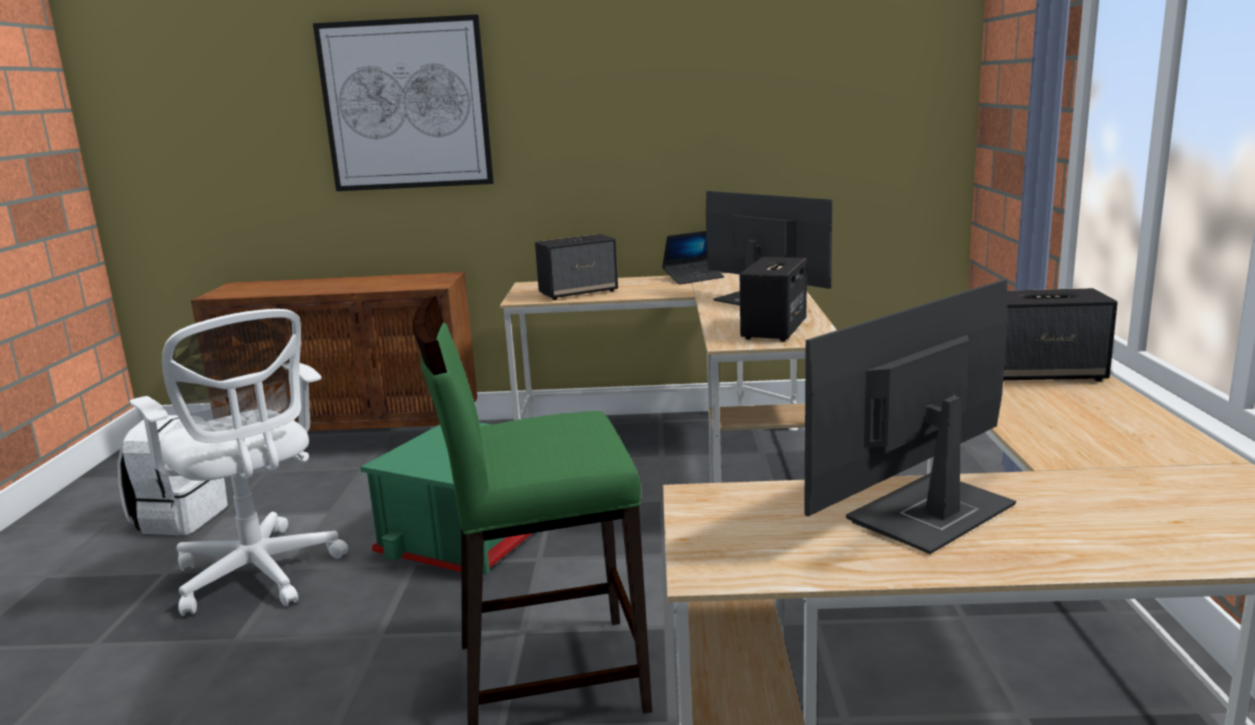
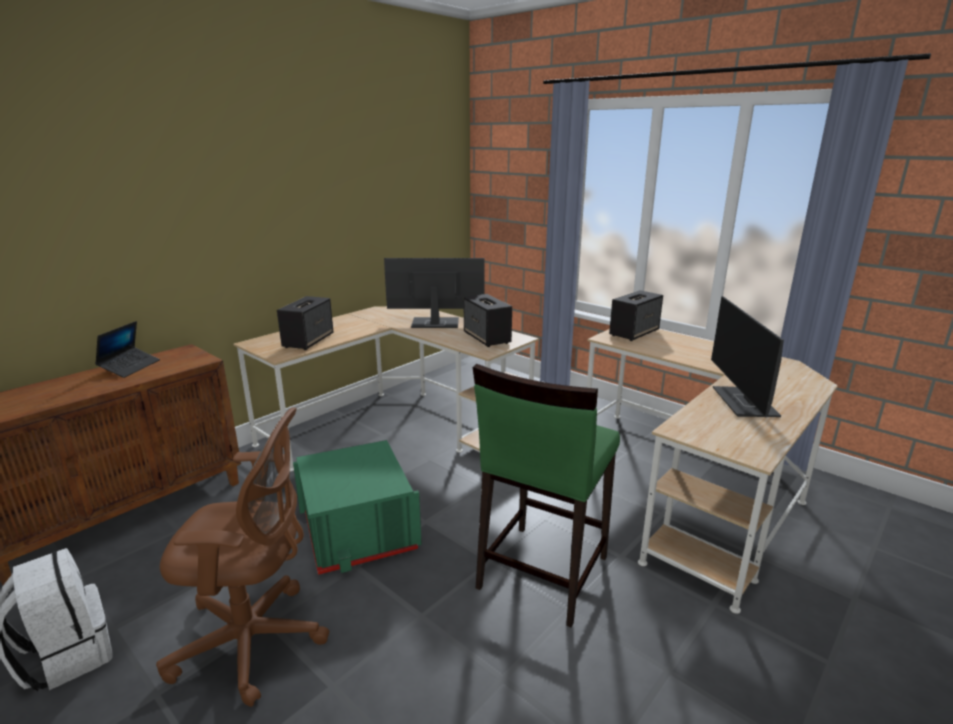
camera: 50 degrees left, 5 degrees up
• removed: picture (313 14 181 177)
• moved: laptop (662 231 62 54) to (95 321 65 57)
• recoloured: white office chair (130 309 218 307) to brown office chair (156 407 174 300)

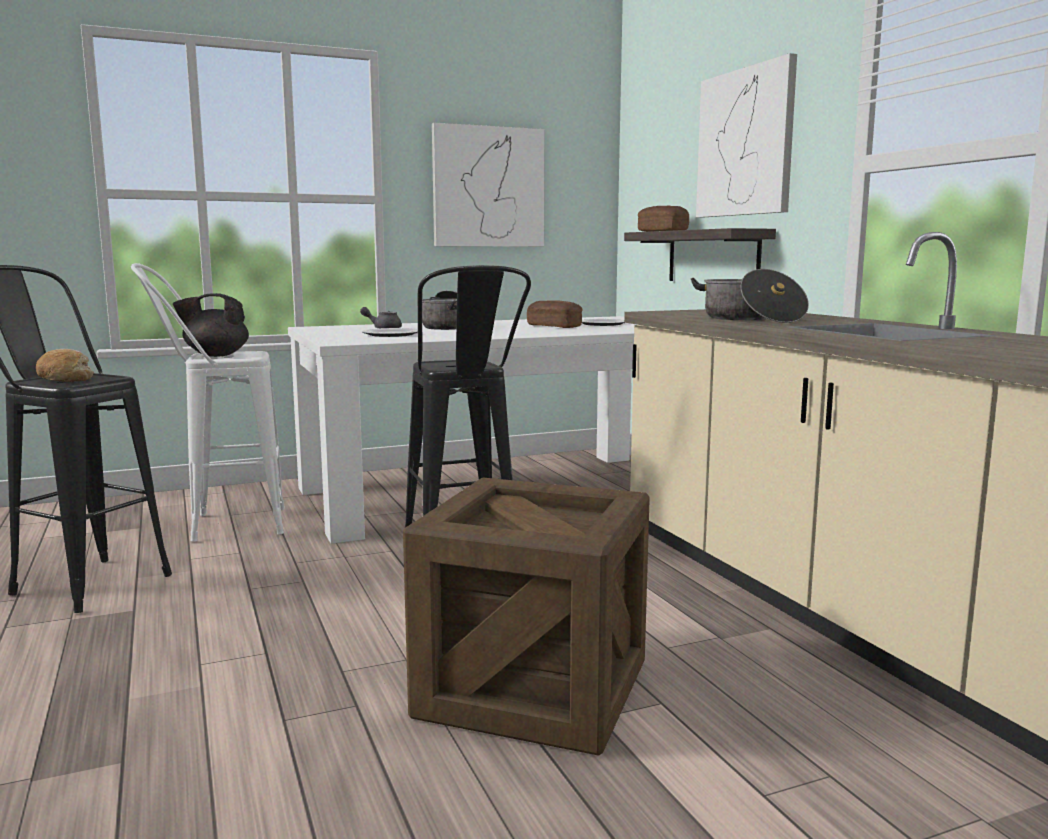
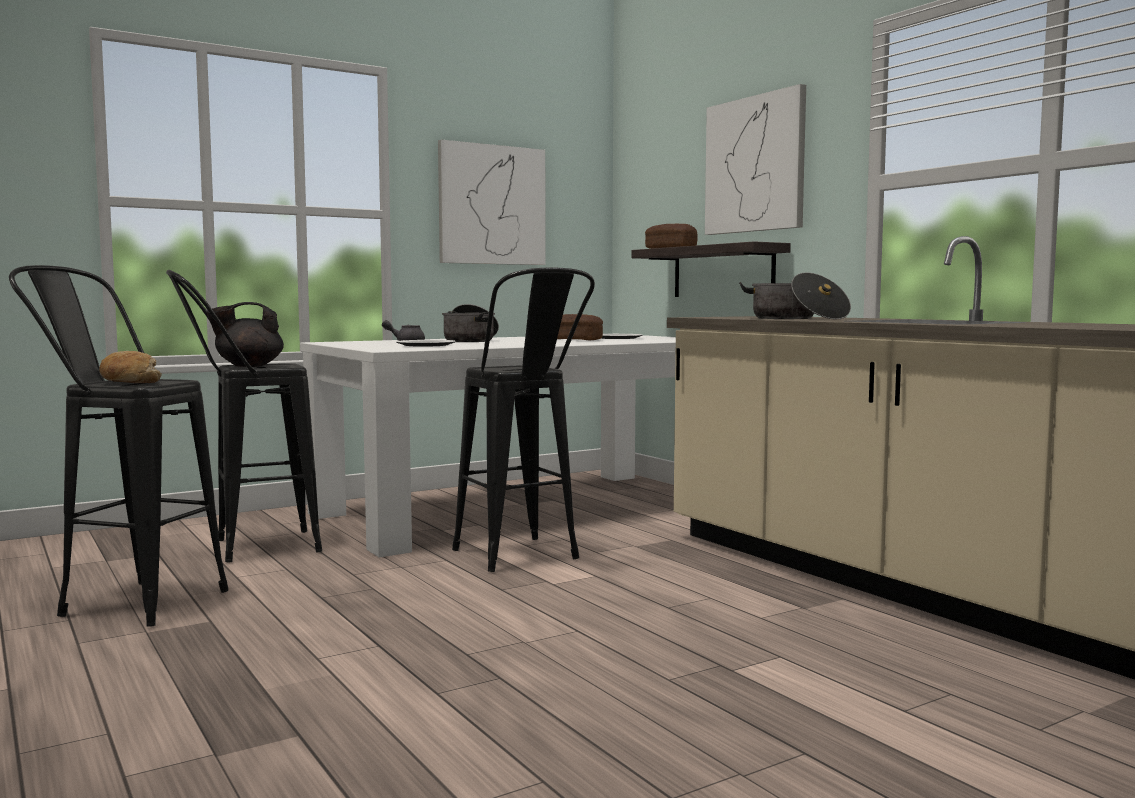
camera: 10 degrees left, 5 degrees down
• recoloured: white stool (131 263 154 279) to black stool (166 270 156 292)
• removed: crate (403 478 247 278)

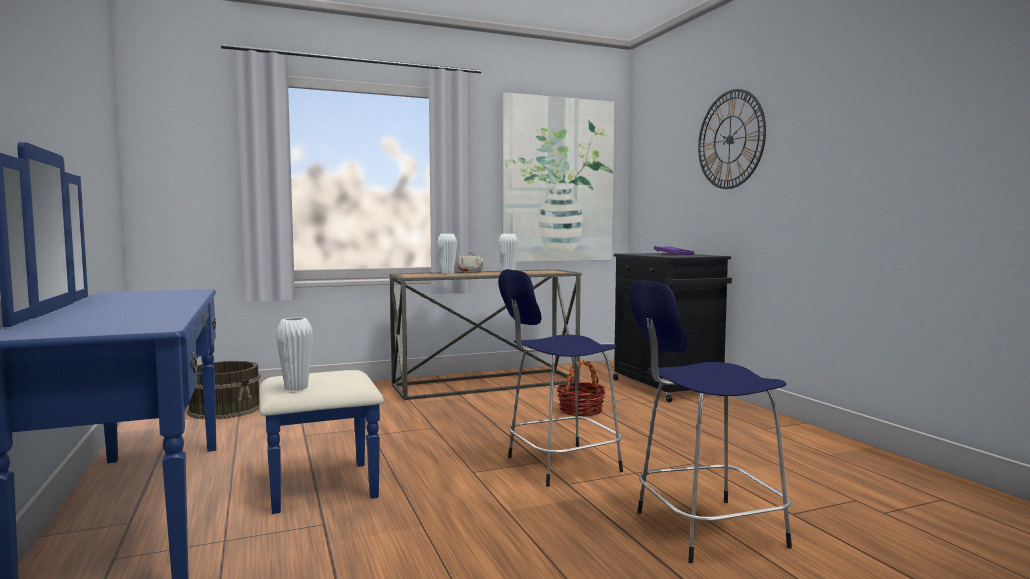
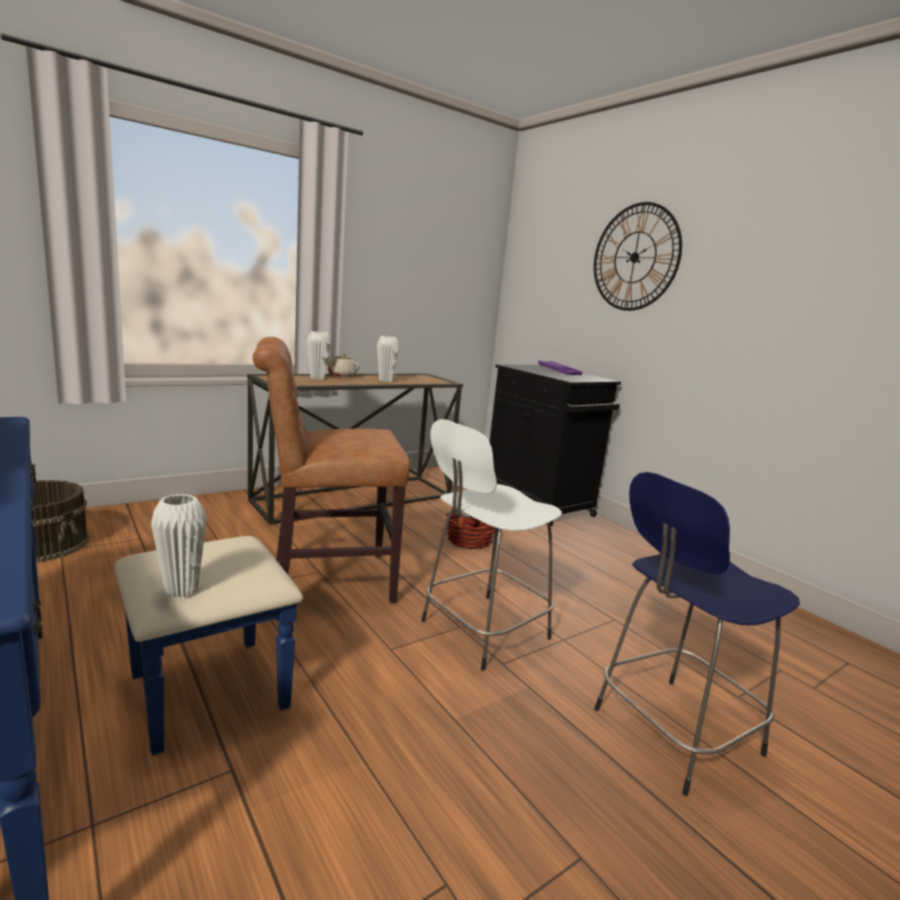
camera: 15 degrees left, 10 degrees up
• removed: picture (501 92 114 170)
• recoloured: blue stool (498 269 125 218) to white stool (421 419 141 252)
• added: brown chair (253 337 157 266)

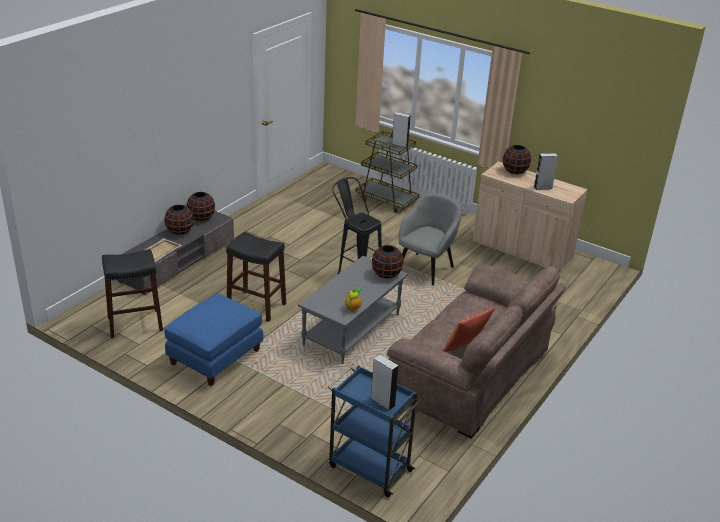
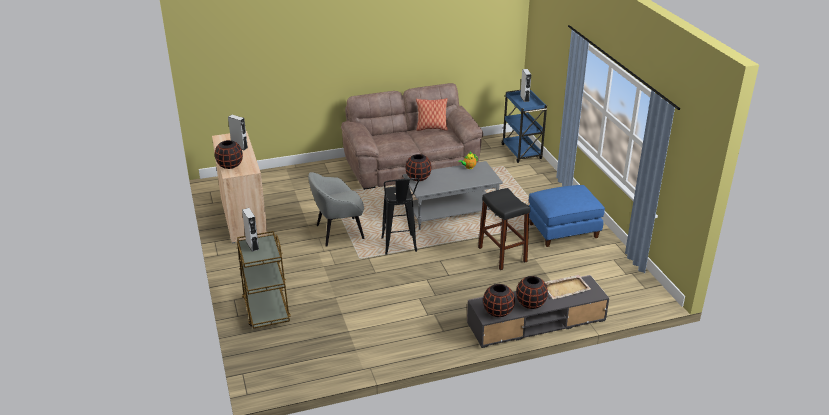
camera: 140 degrees left, 0 degrees up
• removed: black stool (102 249 61 89)

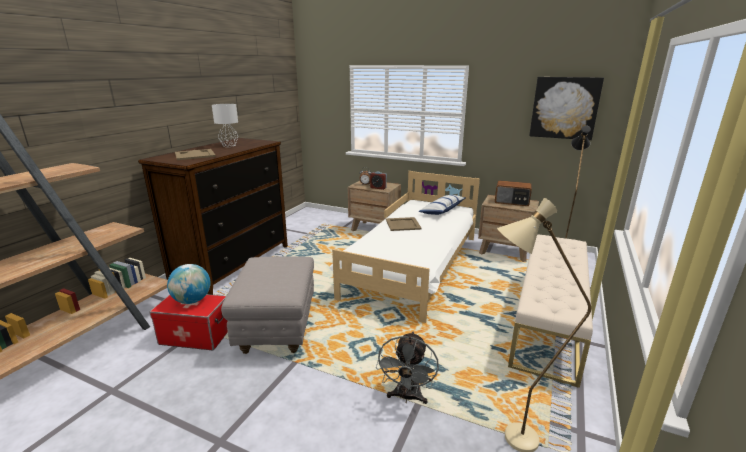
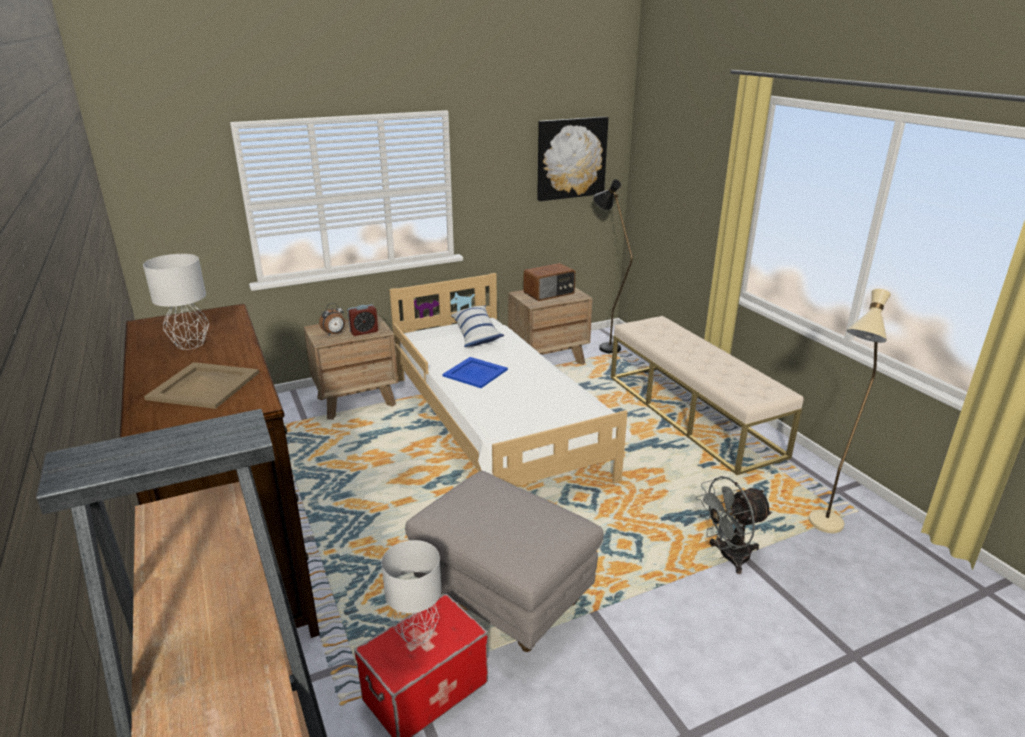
camera: 50 degrees left, 5 degrees up
• recoloured: beige tray (386 217 36 14) to blue tray (442 357 66 31)
• replaced: globe (167 264 44 40) to grey table lamp (381 540 61 105)
• turned: grey fan (376 331 63 73) = (696 476 76 98) 105 degrees clockwise

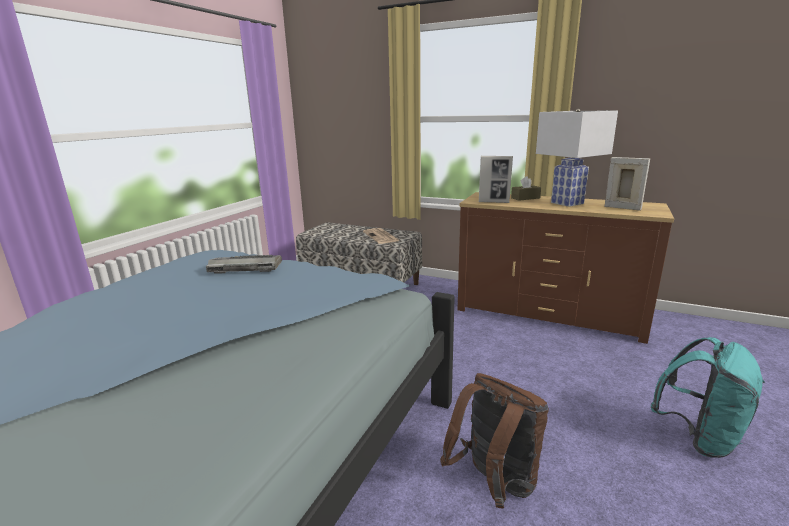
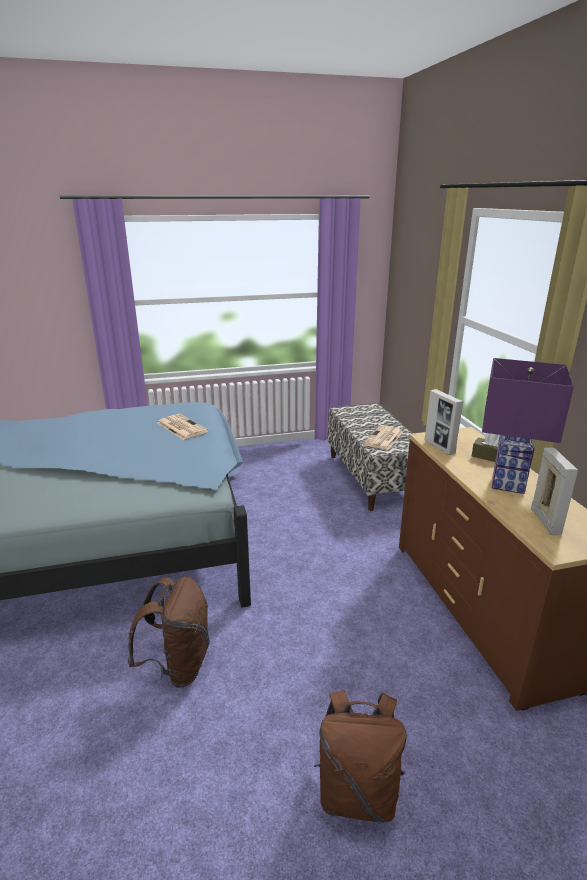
camera: 50 degrees right, 5 degrees up
• recoloured: white table lamp (536 109 82 98) to purple table lamp (482 358 92 136)
• replaced: keyboard (206 255 76 19) to newspaper (157 414 51 26)
• recoloured: turquoise backpack (651 337 114 121) to brown backpack (314 690 92 132)

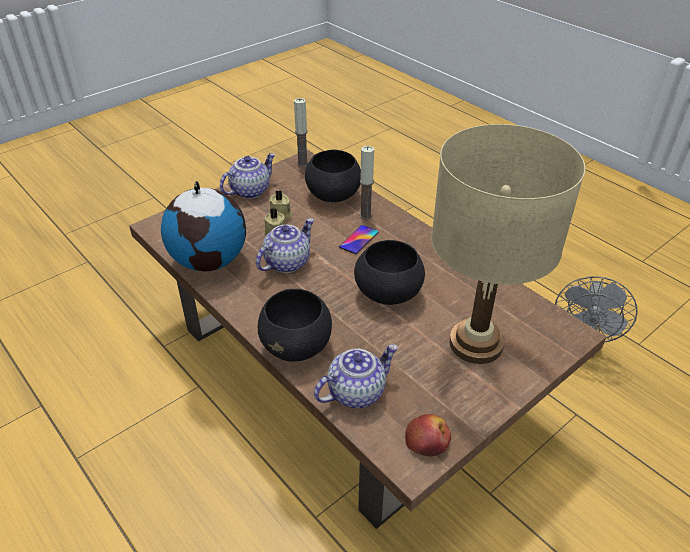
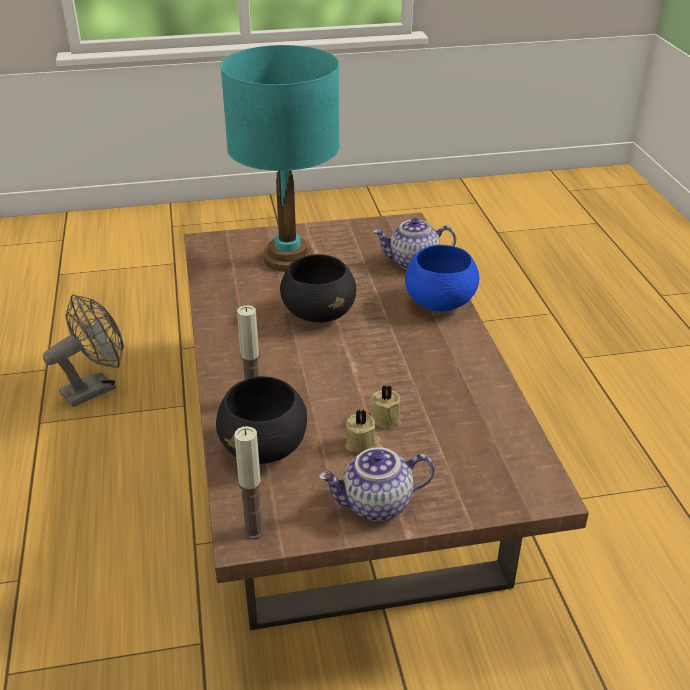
camera: 150 degrees left, 5 degrees down
• recoloured: beige table lamp (431 124 154 240) to turquoise table lamp (220 45 120 227)
• removed: globe (161 181 85 91)
• removed: teapot (256 218 58 55)
• removed: phone (339 225 40 29)
• recoloured: black bowl (258 289 74 73) to blue bowl (405 245 74 66)
• removed: apple (405 414 46 43)

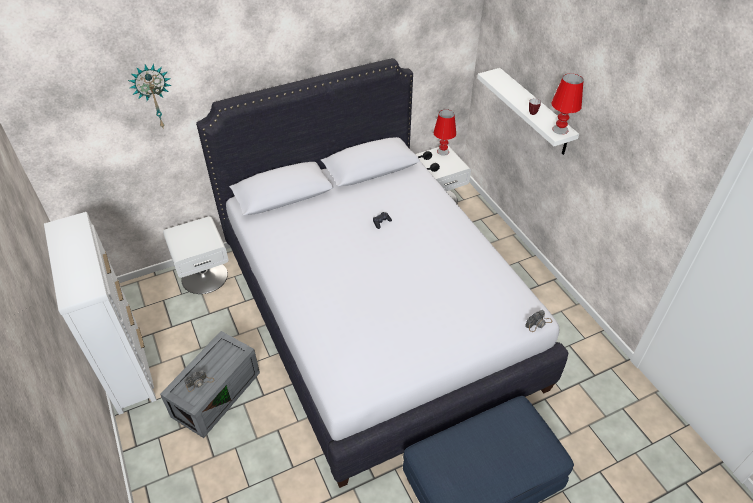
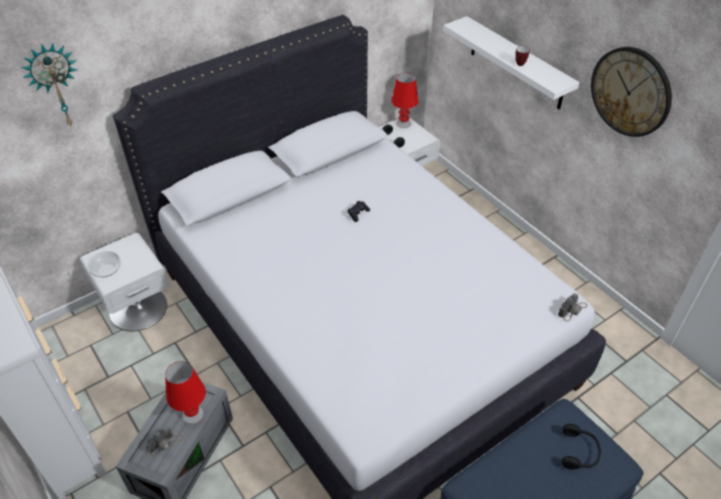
camera: 10 degrees left, 0 degrees up
• moved: red table lamp (551 73 33 62) to (165 361 41 63)
• added: wall clock (591 47 81 90)
• added: bowl (87 251 34 26)
• added: black headphones (562 424 39 45)

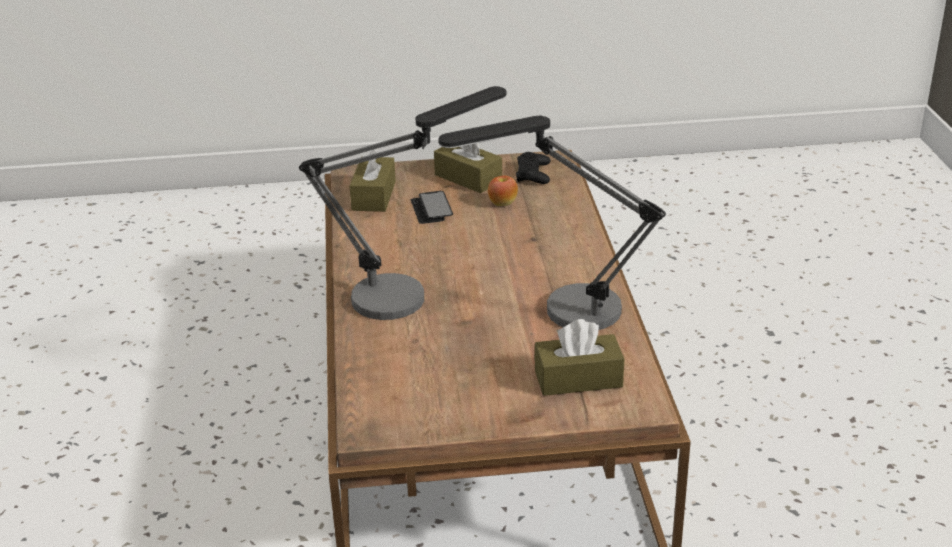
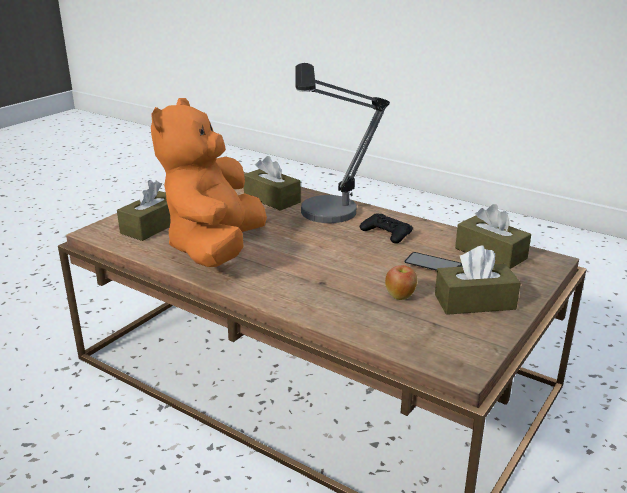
camera: 130 degrees right, 5 degrees down
• replaced: table lamp (439 116 227 214) to orange plush toy (151 98 116 169)
• moved: black game controller (516 152 35 32) to (360 213 53 30)
• added: brown tissue box (244 156 57 55)

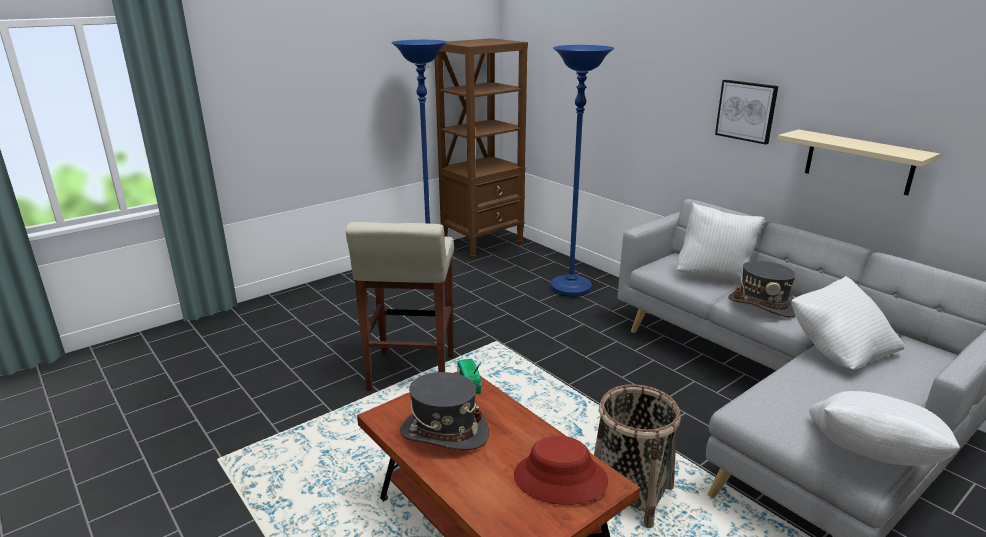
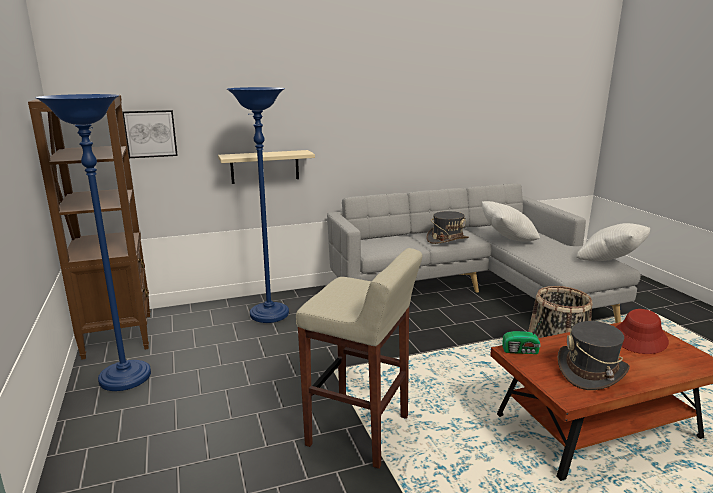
camera: 70 degrees left, 5 degrees down
• moved: picture (715 80 63 65) to (122 110 56 48)
• moved: beige shelf (778 129 162 66) to (218 150 97 34)
• removed: white pillow (677 203 87 82)

